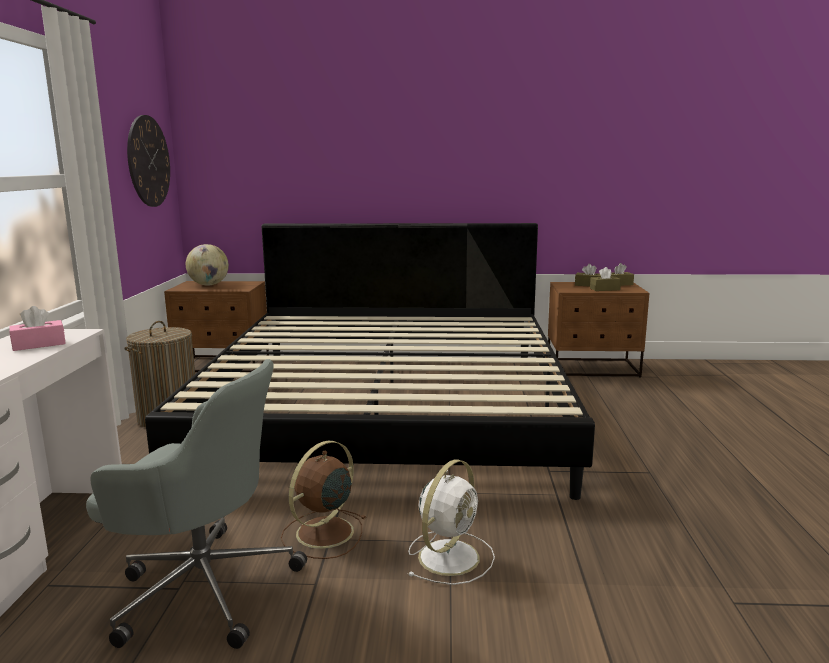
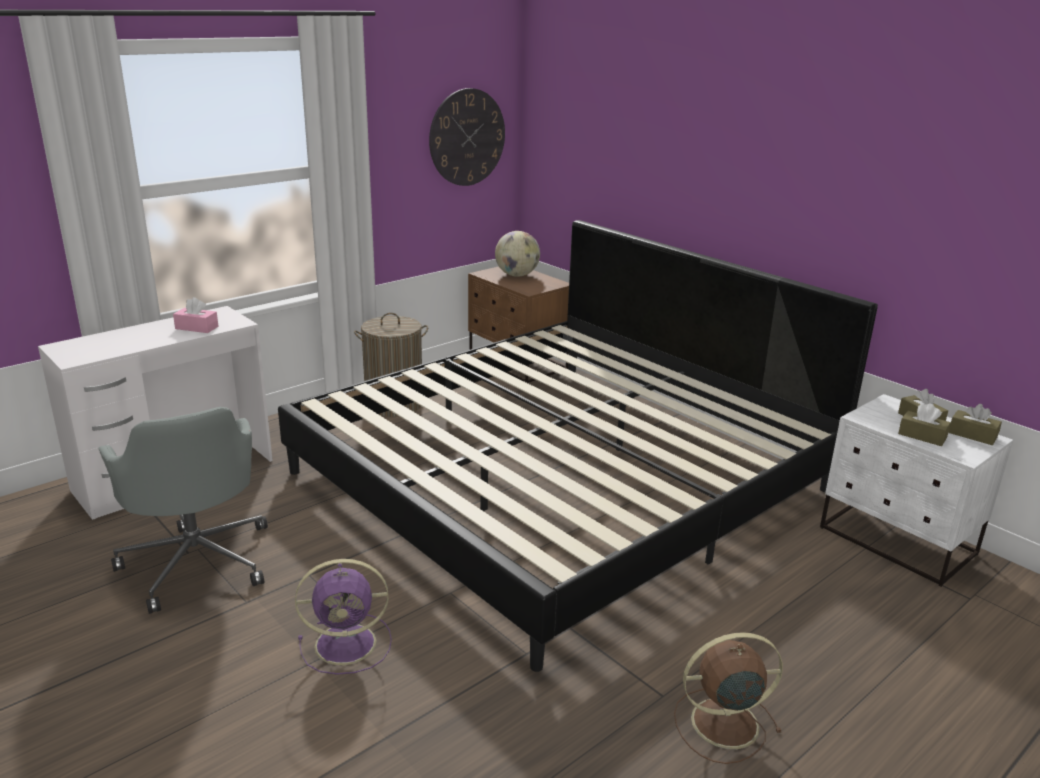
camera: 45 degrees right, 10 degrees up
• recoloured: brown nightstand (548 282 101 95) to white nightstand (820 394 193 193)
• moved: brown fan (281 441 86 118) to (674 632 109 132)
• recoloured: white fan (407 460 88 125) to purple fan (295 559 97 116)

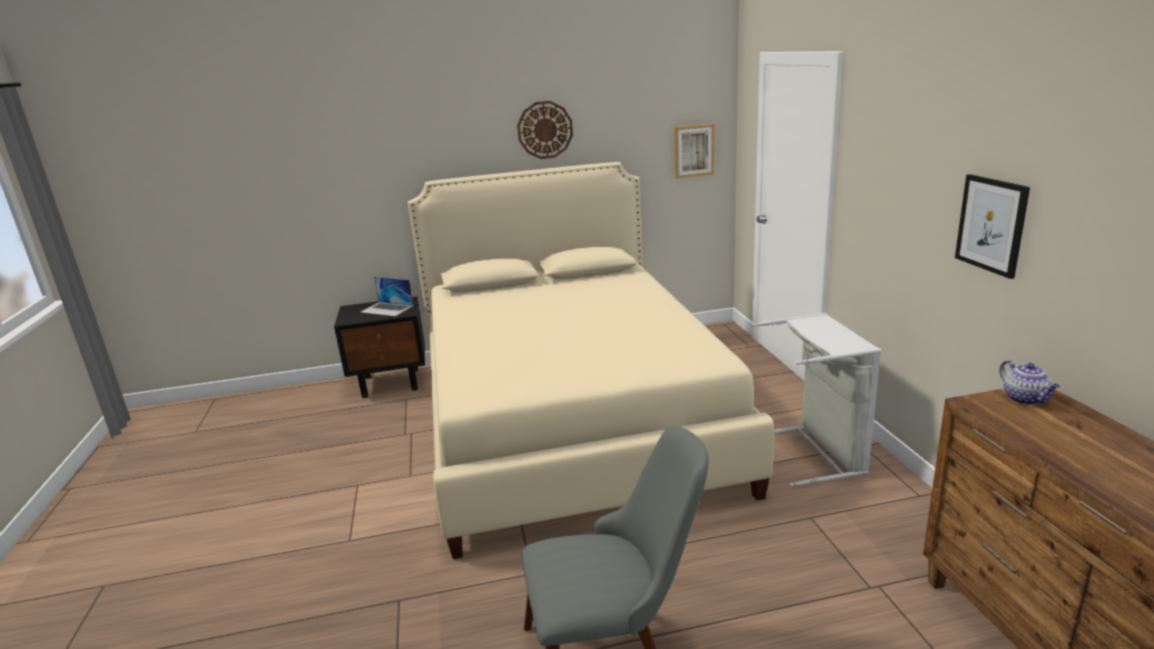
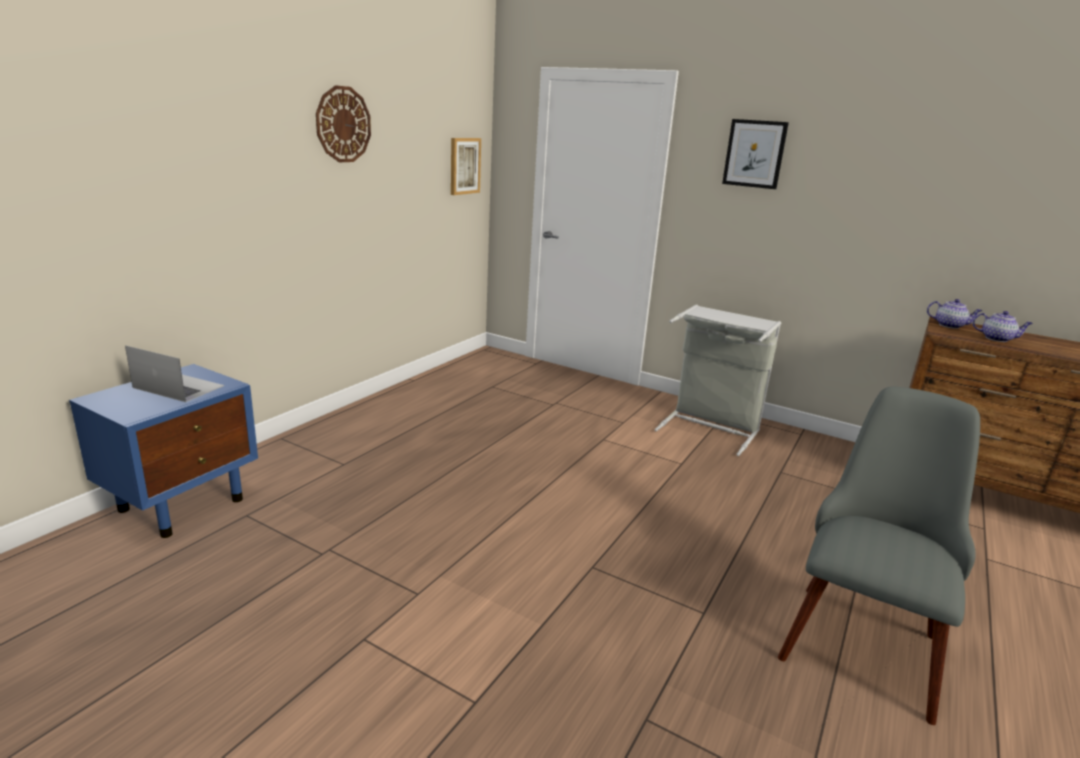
camera: 50 degrees left, 0 degrees up
• removed: beige bed (408 162 366 397)
• moved: picture (955 174 75 105) to (722 119 67 70)
• turned: laptop (360 277 54 39) = (125 345 99 57) 135 degrees counterclockwise
• recoloured: black nightstand (334 296 91 102) to blue nightstand (69 364 189 174)
• added: teapot (972 311 61 31)

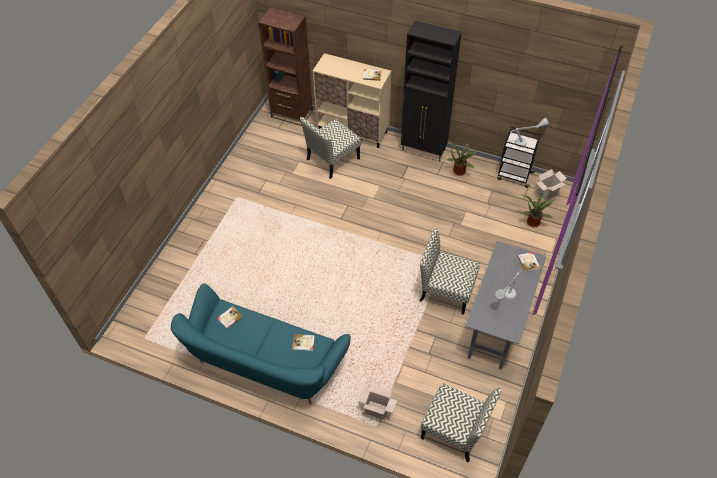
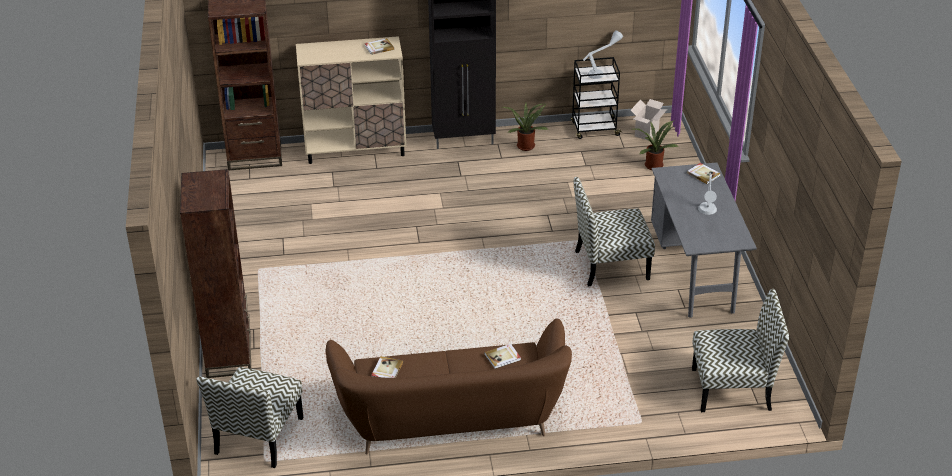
camera: 30 degrees left, 15 degrees down
• moved: chair (300 117 61 62) to (196 367 107 101)
• recoloured: turquoise sofa (171 283 180 122) to brown sofa (325 318 247 137)
• removed: cardboard box (358 384 39 36)
• added: brown bookcase (180 169 71 209)

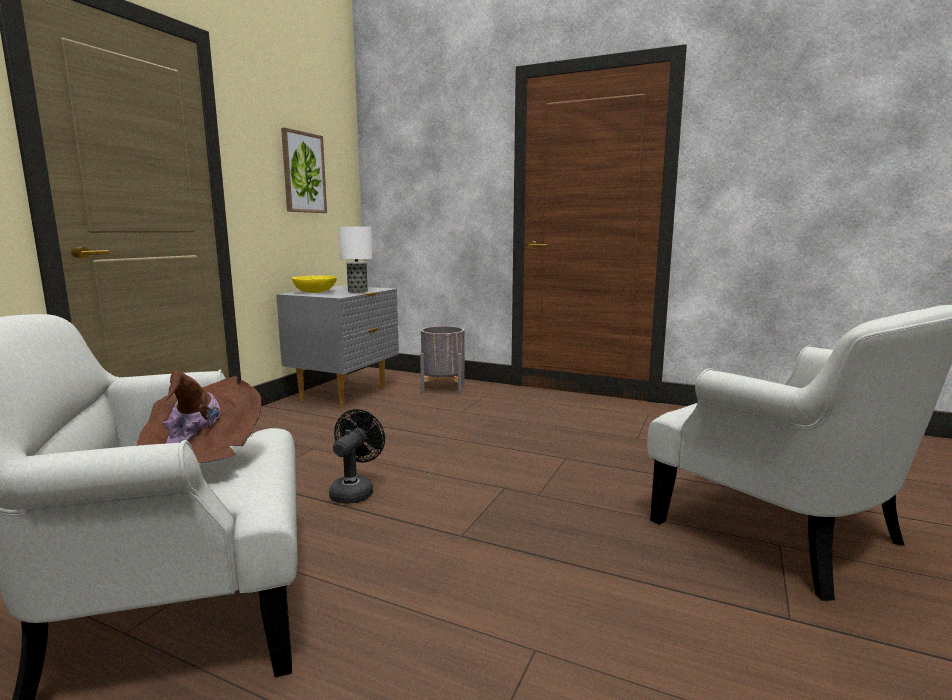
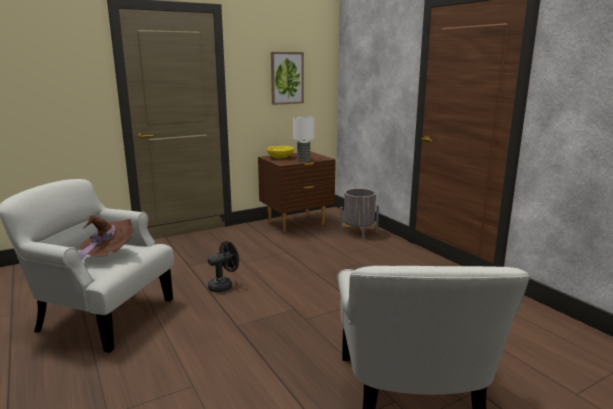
camera: 35 degrees right, 5 degrees up
• recoloured: grey nightstand (276 286 123 120) to brown nightstand (258 151 78 81)

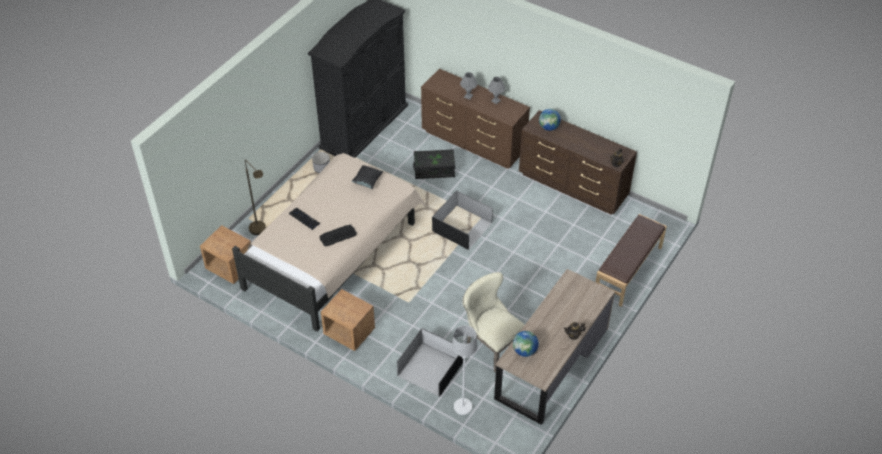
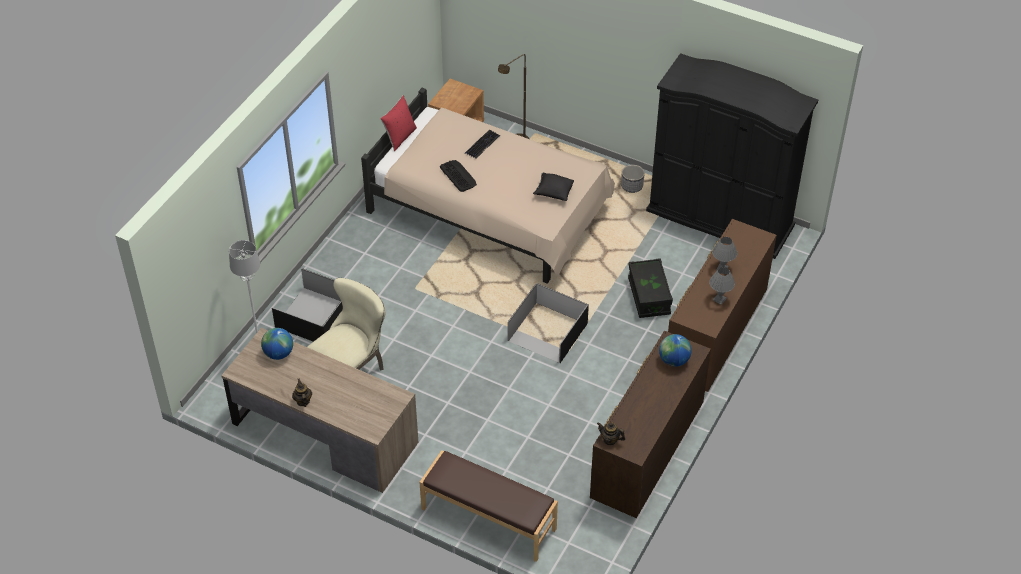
camera: 85 degrees right, 0 degrees up
• removed: brown nightstand (321 289 54 62)
• added: red pillow (380 95 37 56)

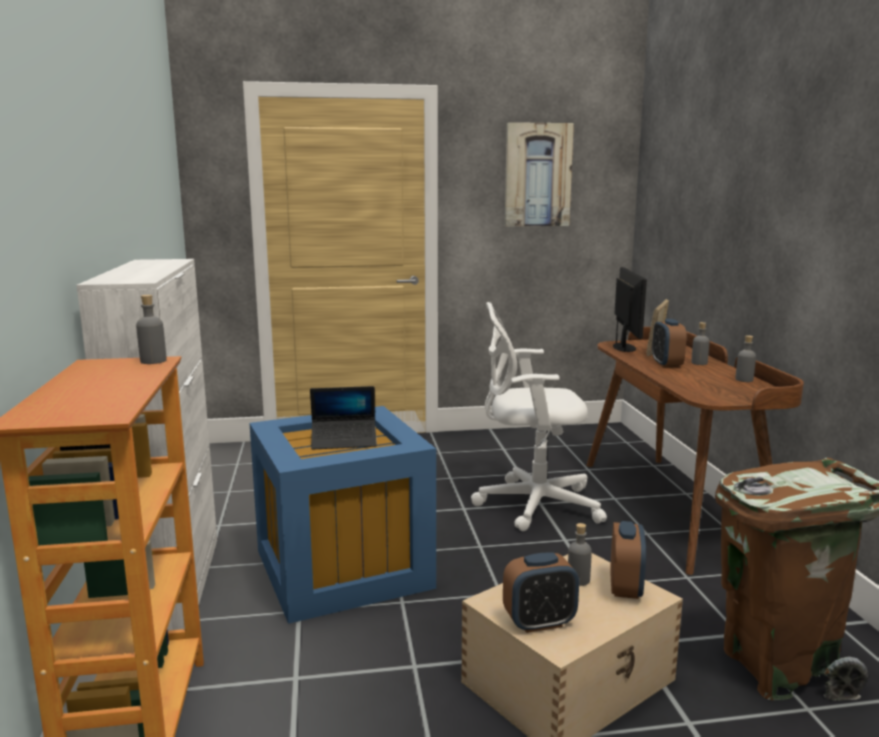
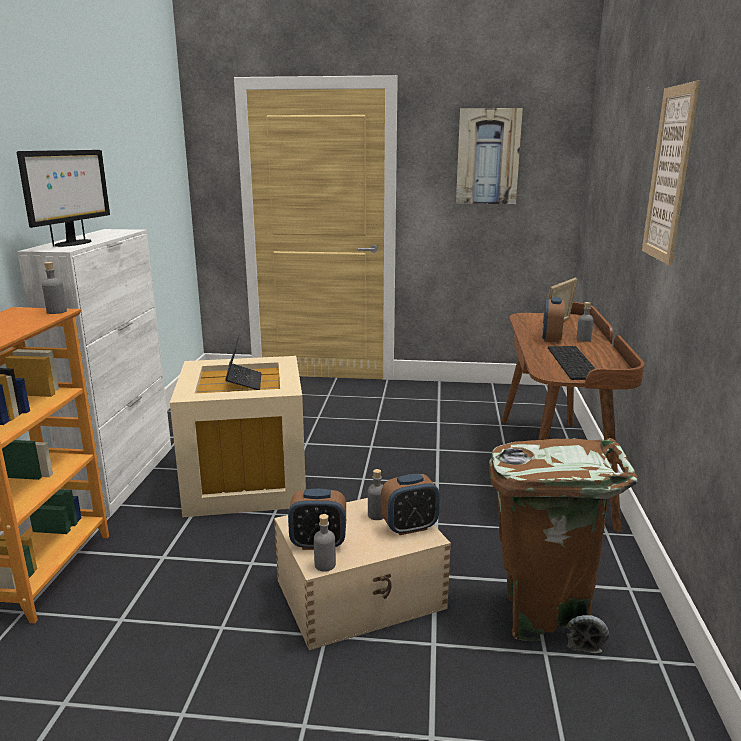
camera: 15 degrees right, 5 degrees up
• moved: monitor (613 267 34 85) to (17 150 93 97)
• removed: white office chair (471 302 136 229)
• moved: grey bottle (735 335 21 47) to (314 514 22 58)
• turned: laptop (310 386 67 64) = (225 333 37 57) 105 degrees counterclockwise
• recoloured: blue storage box (250 406 186 218) to beige storage box (170 356 136 161)
• turned: alarm clock (610 521 36 78) = (381 474 59 61) 45 degrees clockwise
• added: picture (642 81 58 184)
• added: keyboard (548 346 48 34)

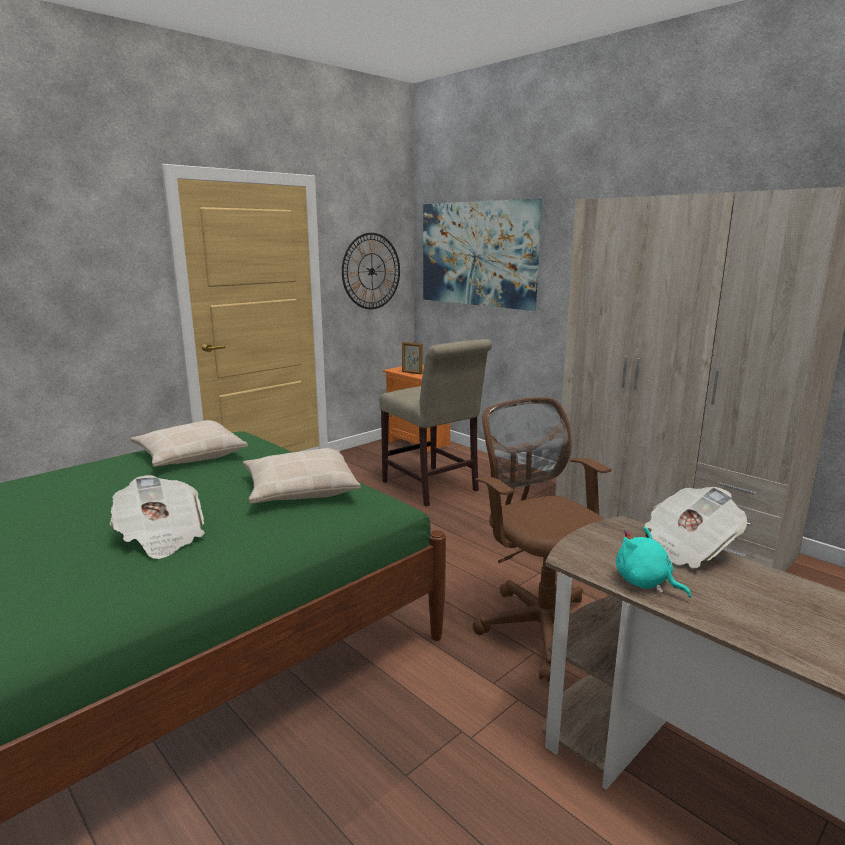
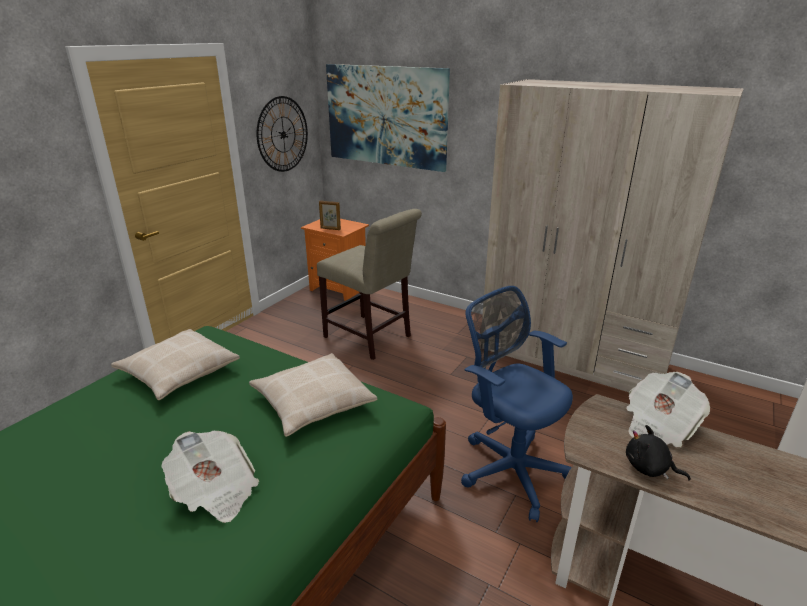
camera: 15 degrees left, 10 degrees up
• recoloured: brown office chair (473 397 139 285) to blue office chair (461 286 112 236)
• recoloured: turquoise plush toy (616 527 75 71) to black plush toy (626 425 65 56)

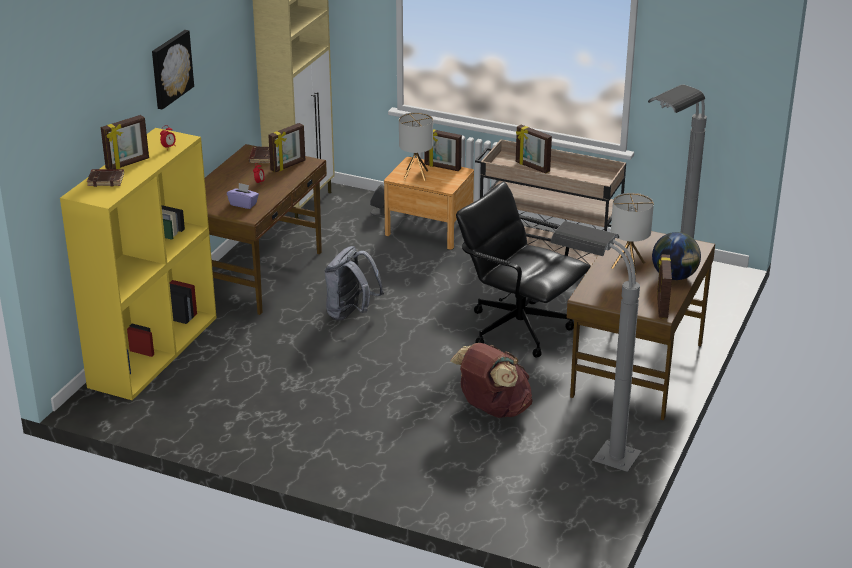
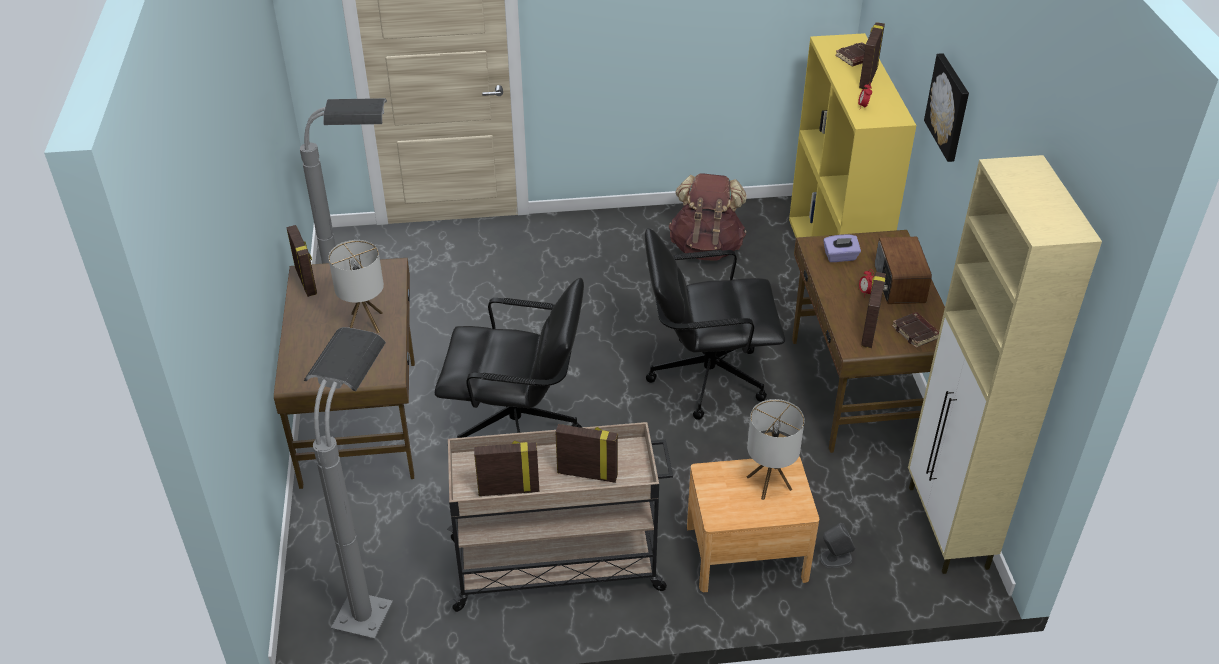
camera: 150 degrees right, 10 degrees up
• moved: picture frame (425 129 37 42) to (474 441 65 55)
• removed: globe (652 232 49 48)
• replaced: grey backpack (324 246 60 75) to black office chair (645 228 140 192)
• moved: brown backpack (450 343 83 75) to (669 173 78 88)
• added: radio (875 237 57 67)

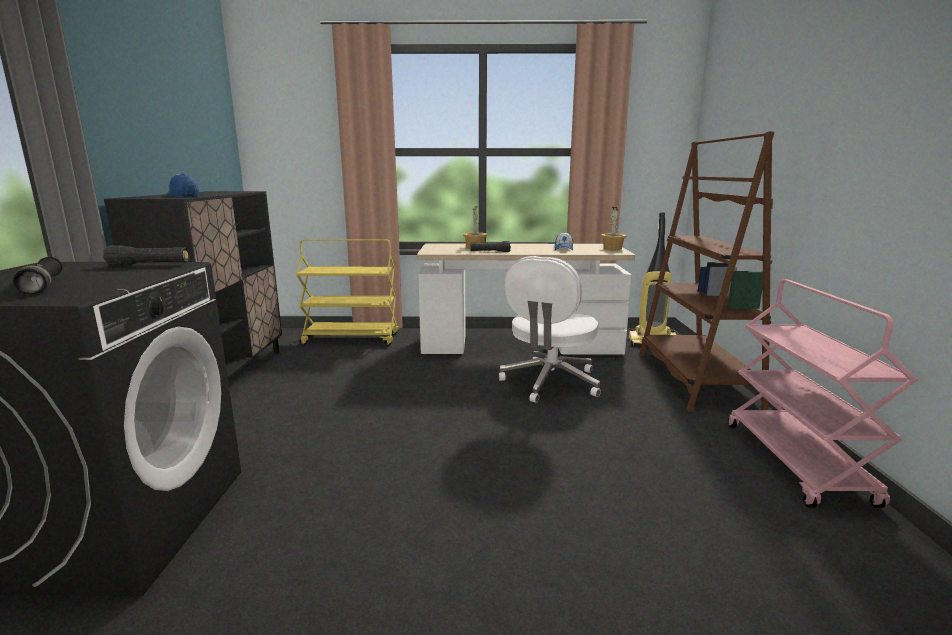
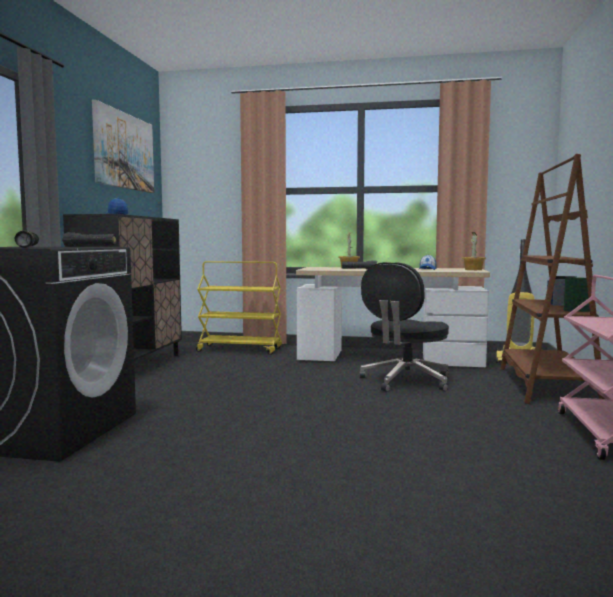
camera: 10 degrees right, 10 degrees down
• recoloured: white office chair (498 256 103 147) to black office chair (359 262 90 130)
• added: picture (92 100 62 93)

